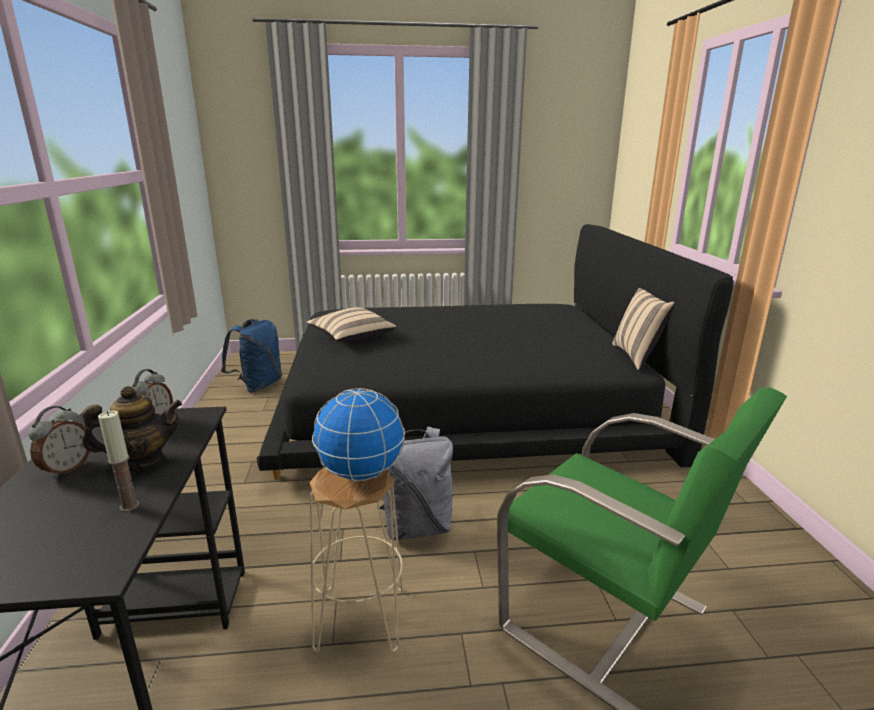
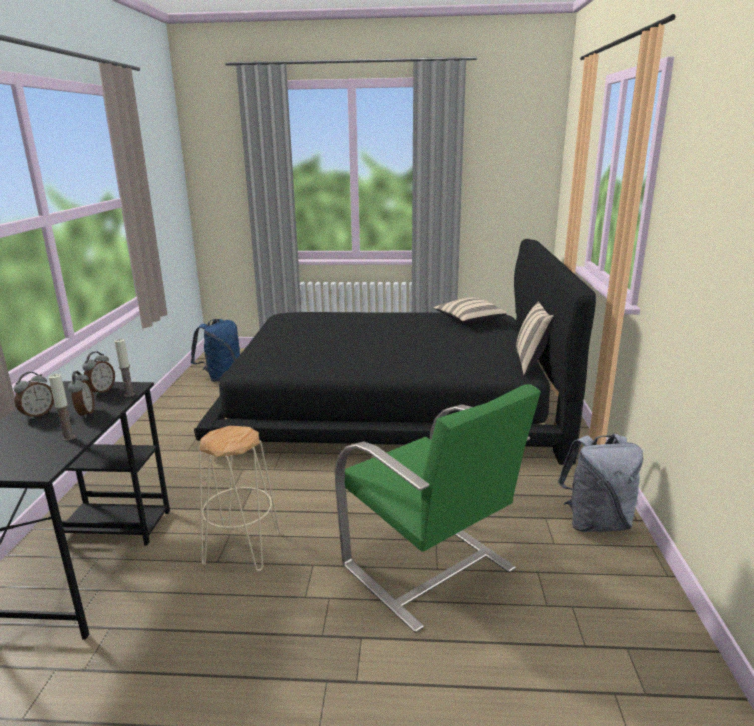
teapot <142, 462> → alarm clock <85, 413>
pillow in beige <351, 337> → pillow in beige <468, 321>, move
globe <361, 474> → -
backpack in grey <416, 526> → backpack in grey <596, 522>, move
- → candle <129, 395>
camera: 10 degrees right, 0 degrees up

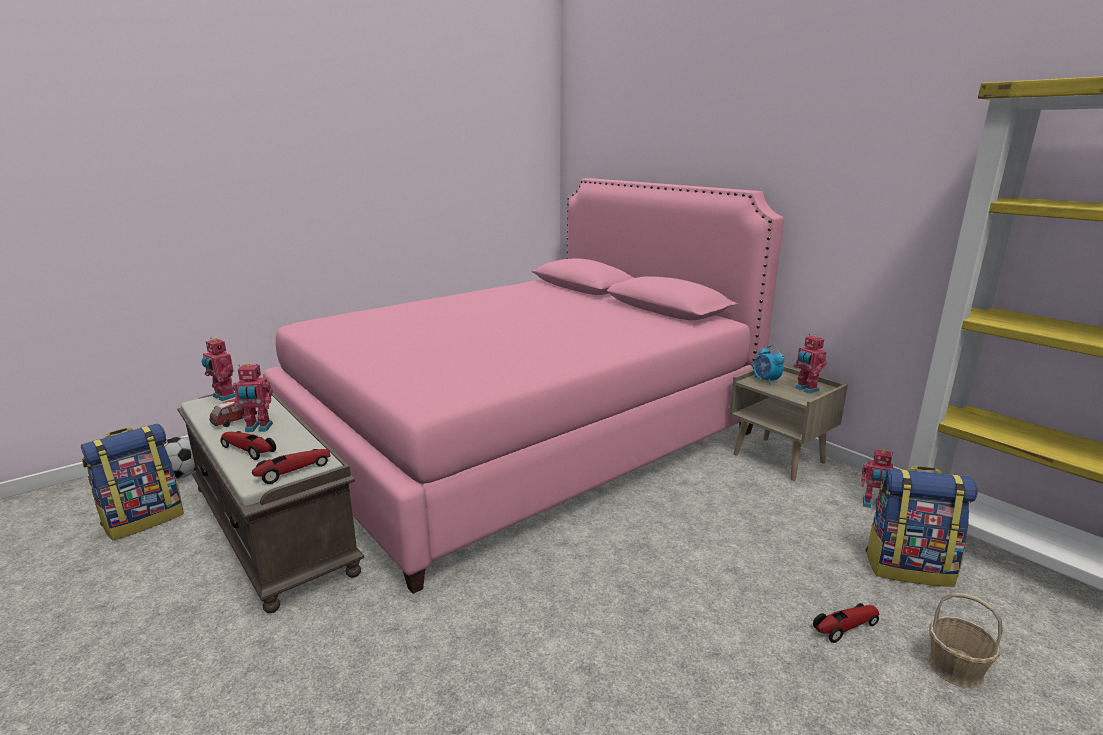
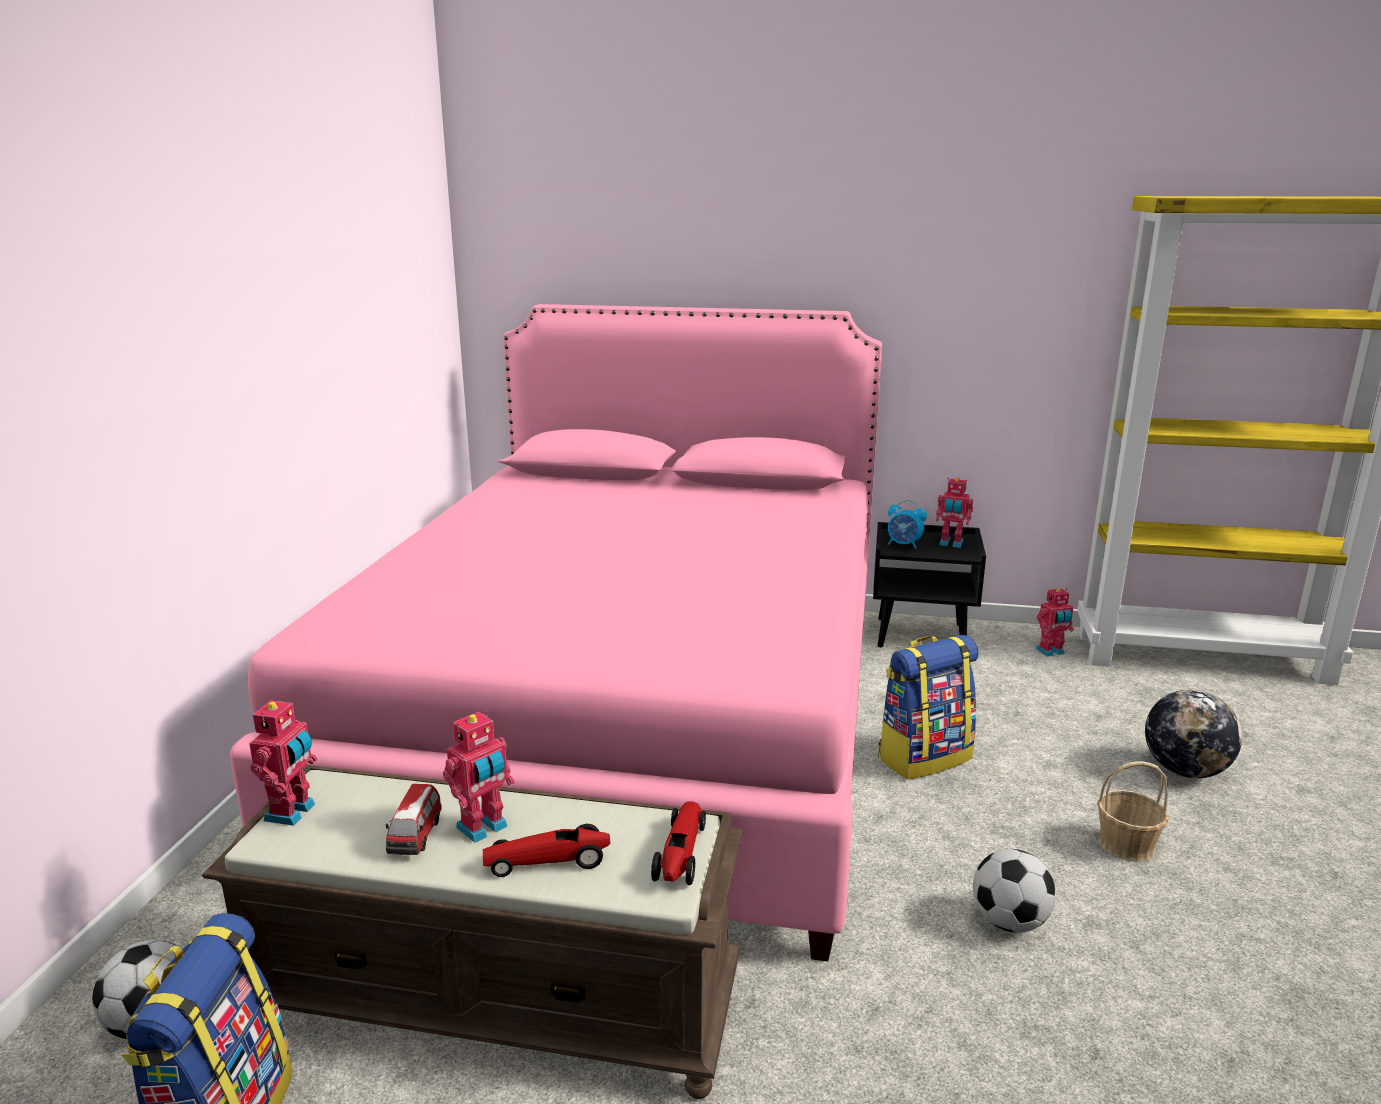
toy robot <223, 397> → toy robot <293, 813>, 75 degrees counterclockwise
nightstand in beige <779, 458> → nightstand in black <921, 635>
toy car <845, 627> → globe <1184, 771>
backpack <908, 568> → backpack <923, 757>, move
basket <955, 668> → basket <1127, 845>, move
- → football <1010, 922>
camera: 40 degrees left, 0 degrees up

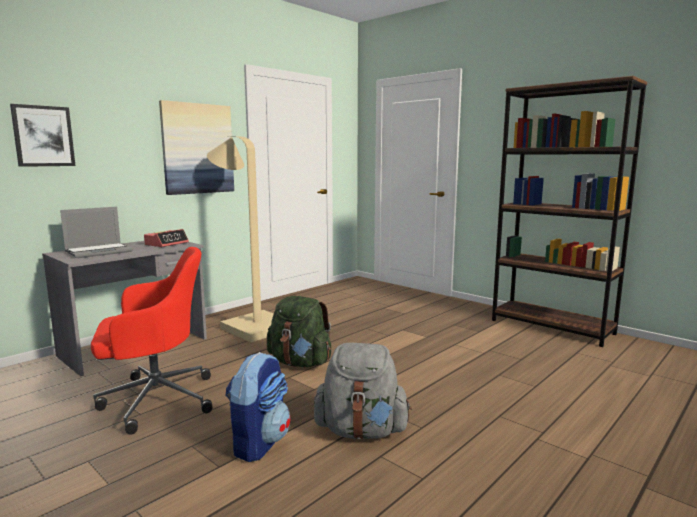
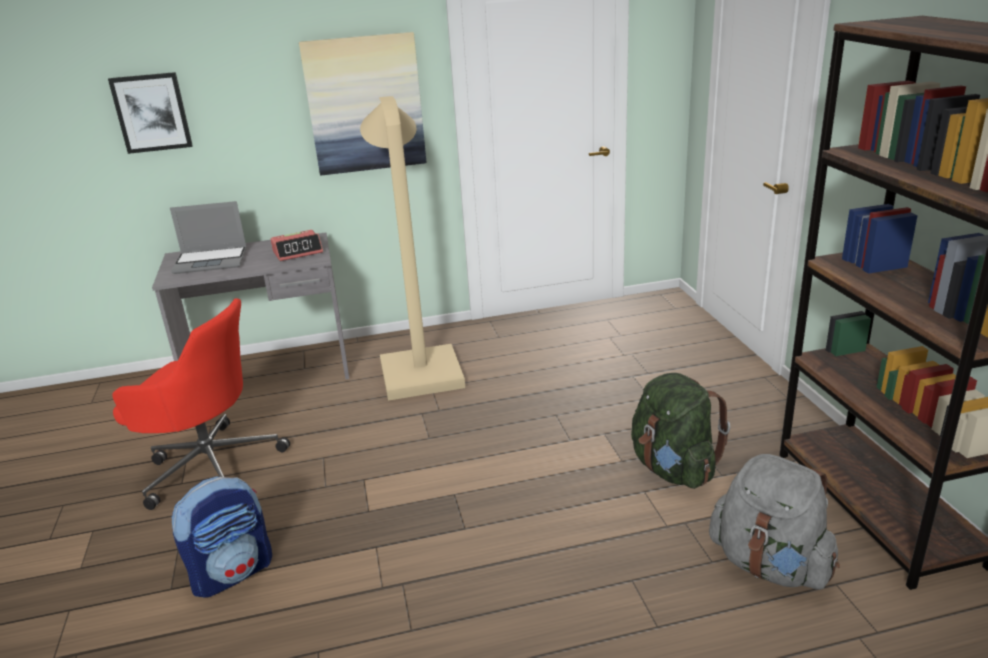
backpack in green <300, 363> → backpack in green <673, 469>, move
backpack in grey <361, 431> → backpack in grey <770, 565>, move
camera: 35 degrees right, 15 degrees up

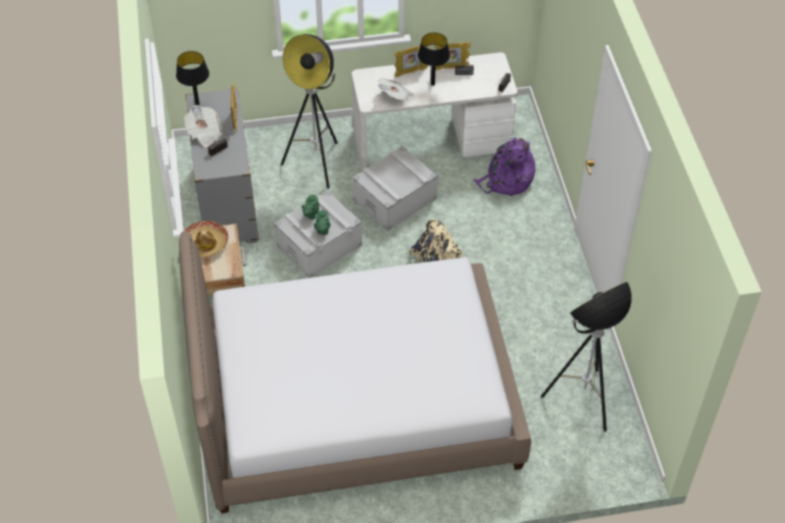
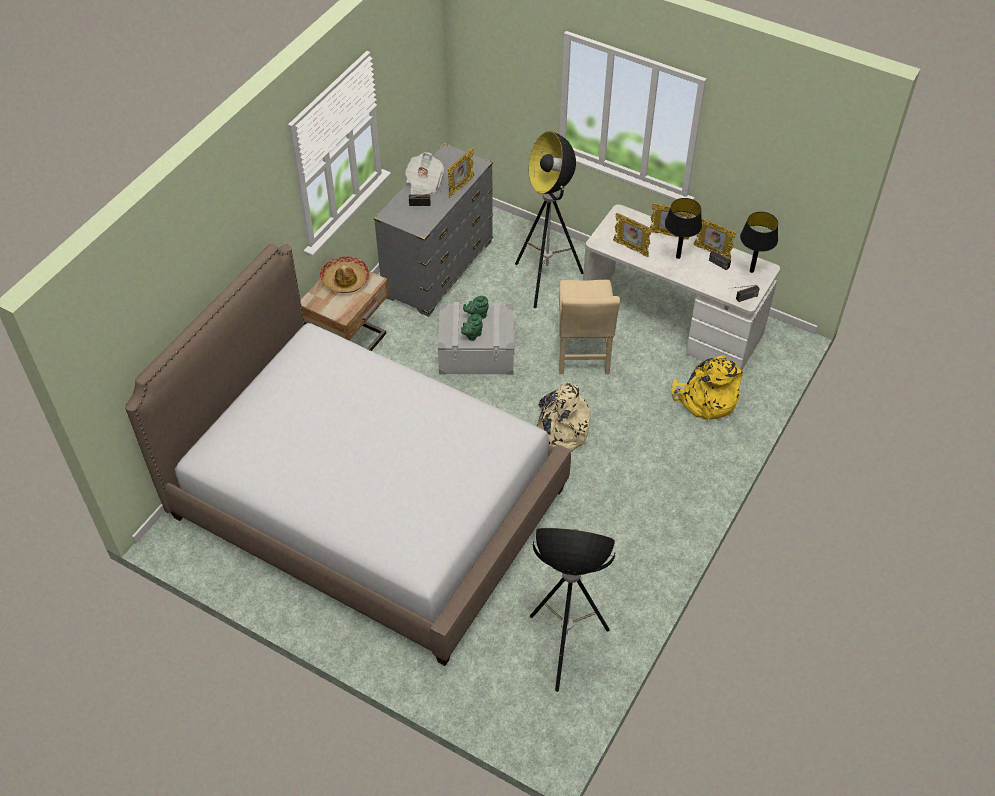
table lamp in black <197, 104> → table lamp in black <751, 271>, move
storage box in grey <395, 199> → chair in beige <583, 353>
newspaper <395, 96> → picture frame <631, 248>
backpack in purple <506, 180> → backpack in yellow <705, 399>
camera: 40 degrees right, 0 degrees up

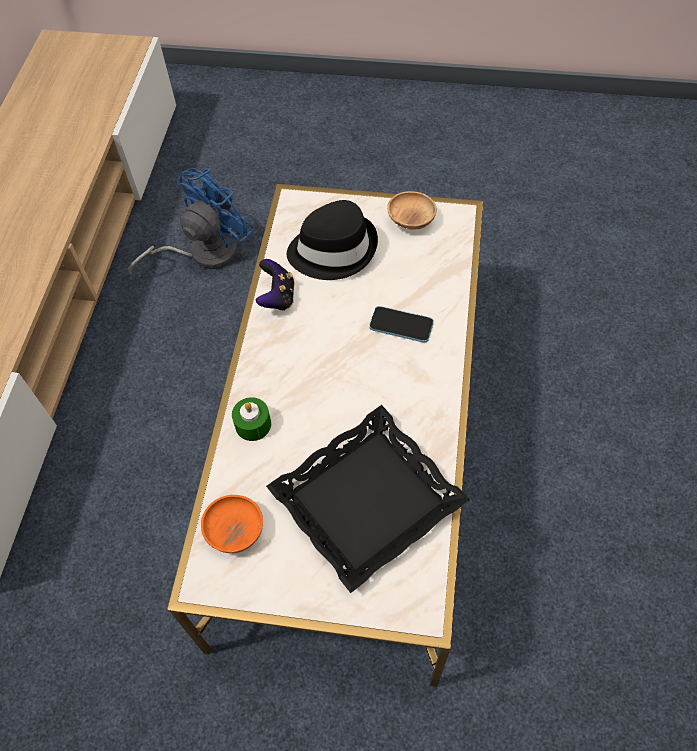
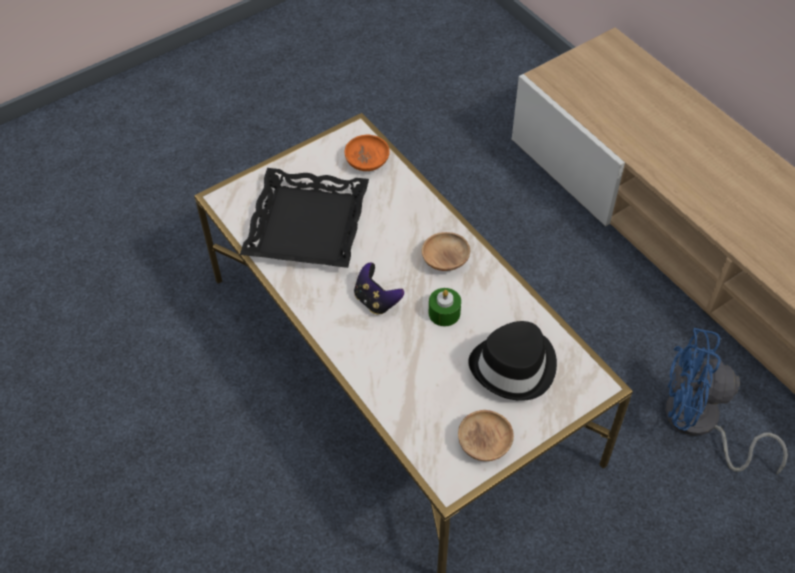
fan in blue <203, 253> → fan in blue <699, 424>, 105 degrees clockwise
candle in green <253, 424> → candle in green <444, 313>, move
game controller <277, 297> → game controller <376, 300>, move
phone <401, 325> → -
- → bowl in brown <445, 260>
camera: 135 degrees right, 5 degrees down

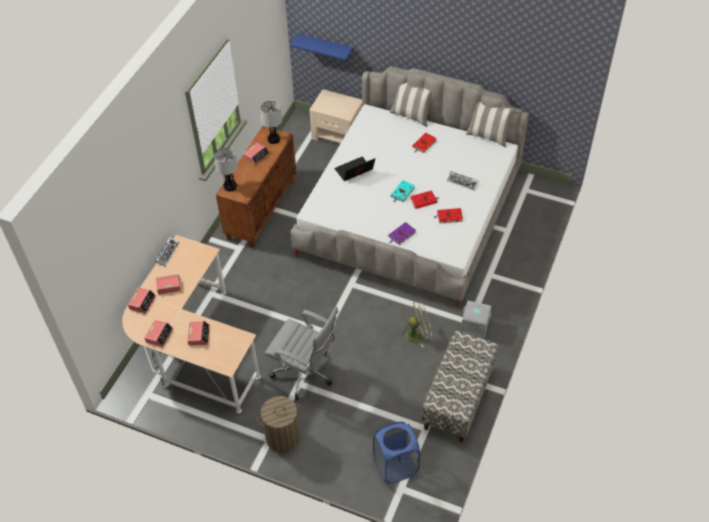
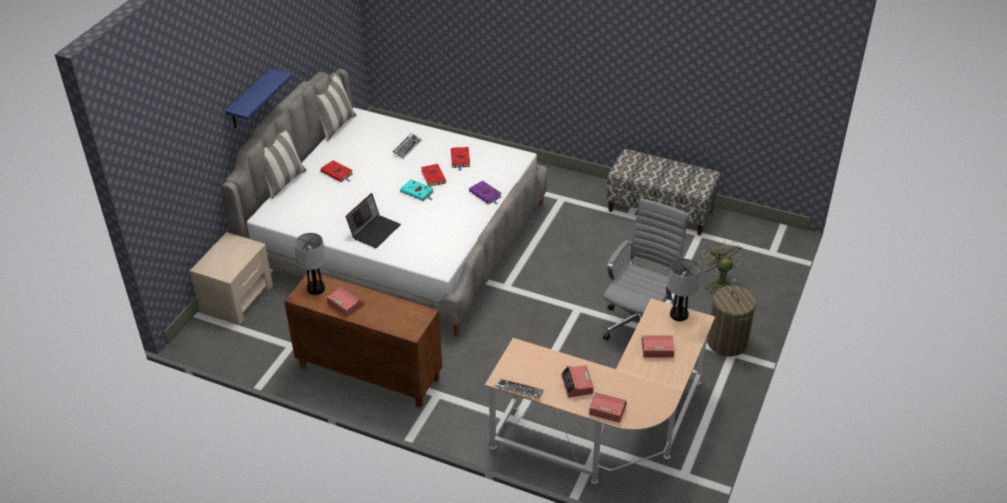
alarm clock <159, 335> → -
table lamp <230, 186> → table lamp <679, 315>, move
shelf in blue <325, 48> → shelf in blue <250, 100>, move
laptop <354, 171> → laptop <374, 230>, 120 degrees counterclockwise
laundry basket in blue <395, 466> → -
fan in green <417, 335> → fan in green <718, 283>, move
storage box in grey <474, 327> → -
camera: 90 degrees left, 10 degrees down

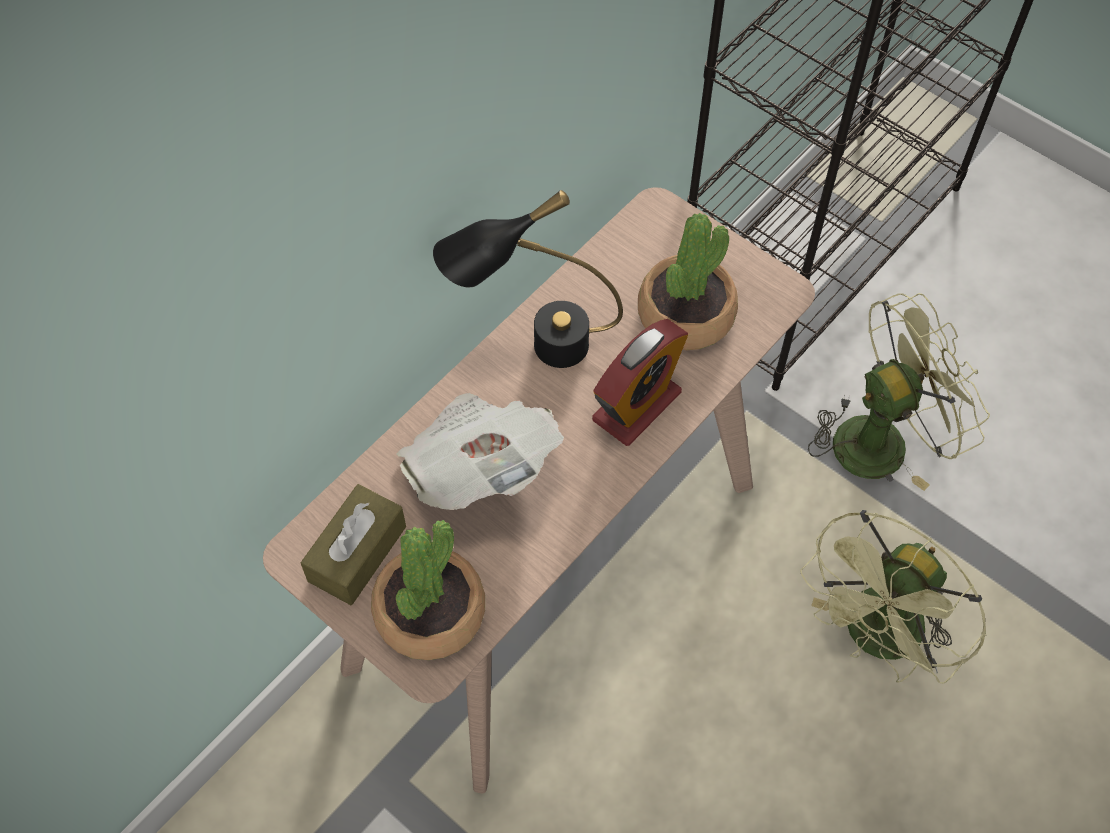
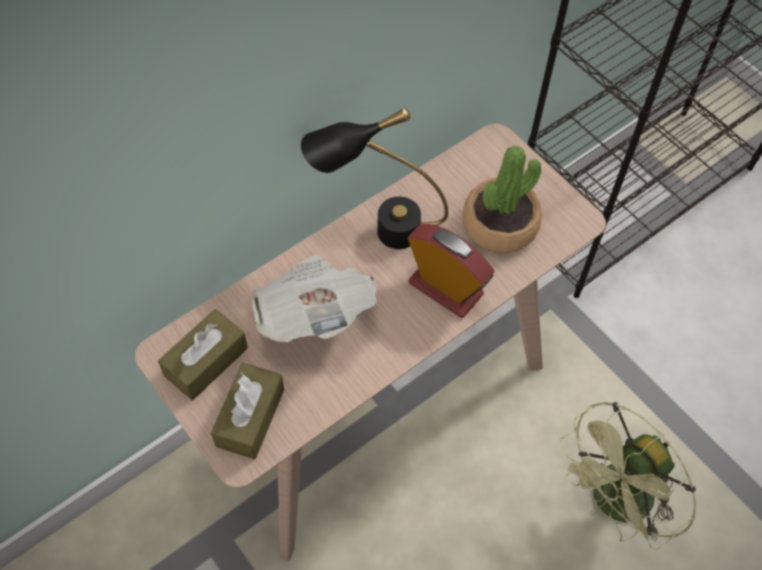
potted plant <430, 612> → tissue box in brown <250, 417>
alarm clock <636, 406> → alarm clock <445, 288>, 105 degrees counterclockwise
fan in green <882, 439> → -
camera: 10 degrees right, 0 degrees up

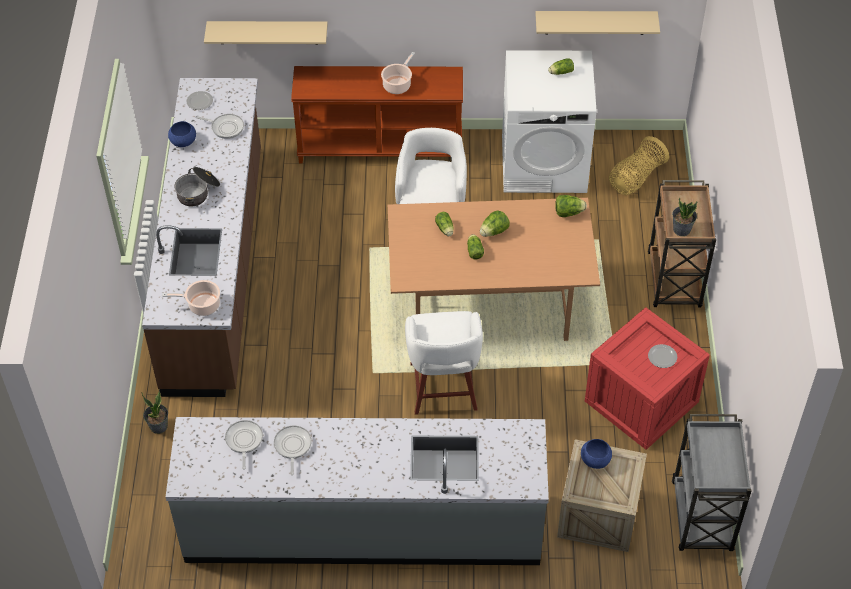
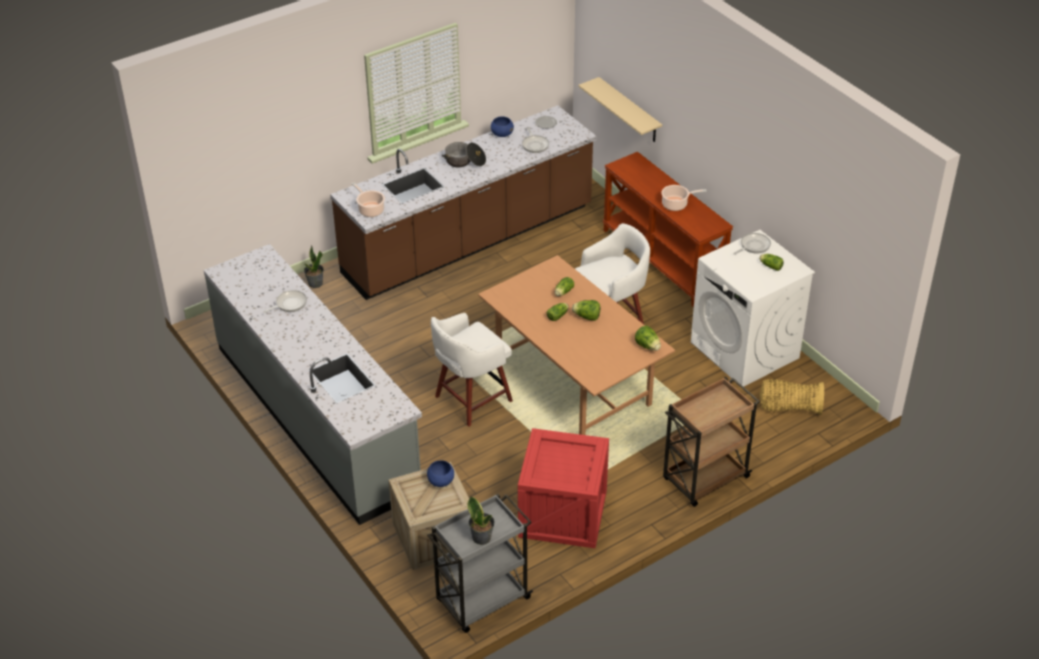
frying pan <244, 441> → frying pan <753, 246>, move
shelf in beige <595, 22> → -
plate <661, 357> → -
potted plant <681, 229> → potted plant <482, 537>, move
camera: 55 degrees right, 10 degrees down

